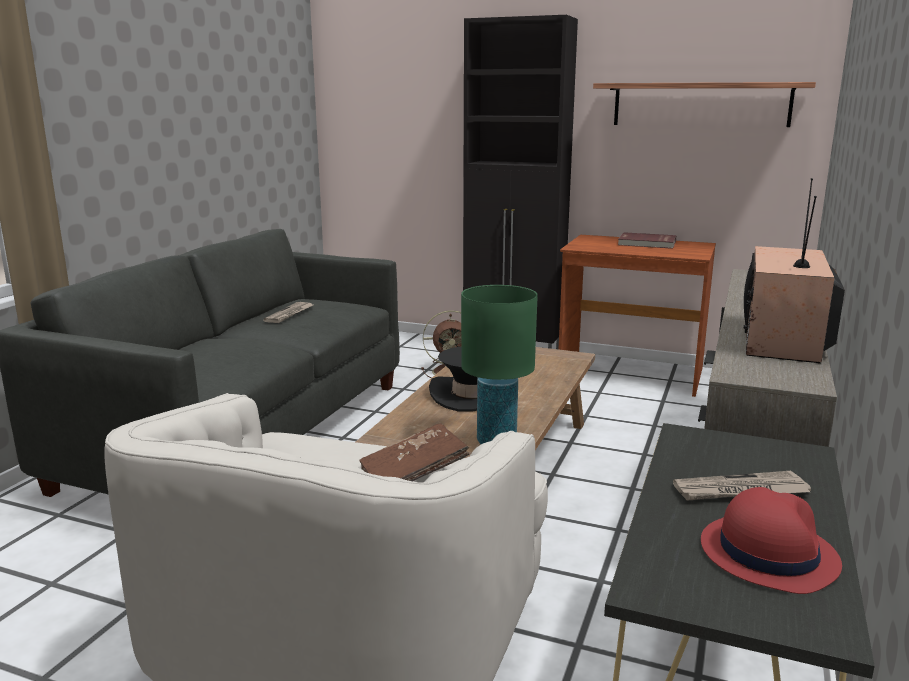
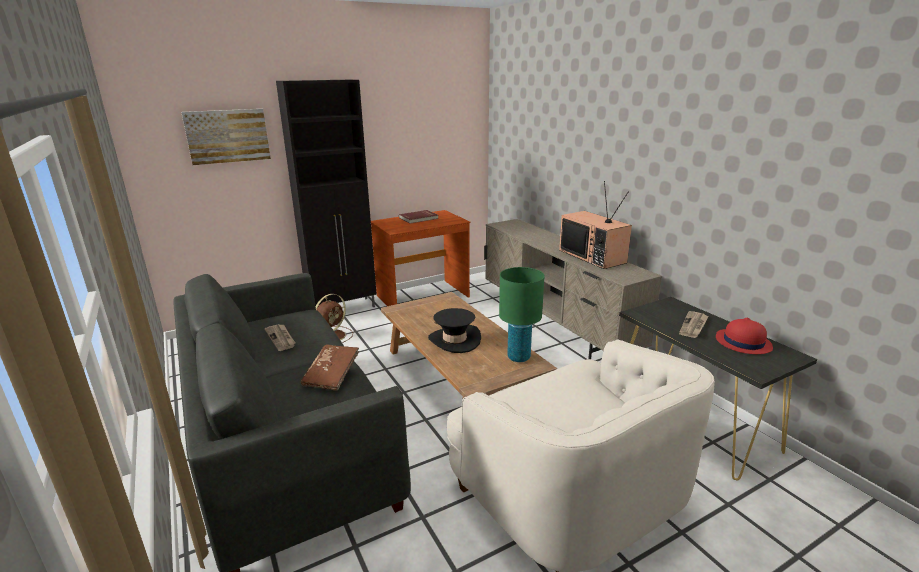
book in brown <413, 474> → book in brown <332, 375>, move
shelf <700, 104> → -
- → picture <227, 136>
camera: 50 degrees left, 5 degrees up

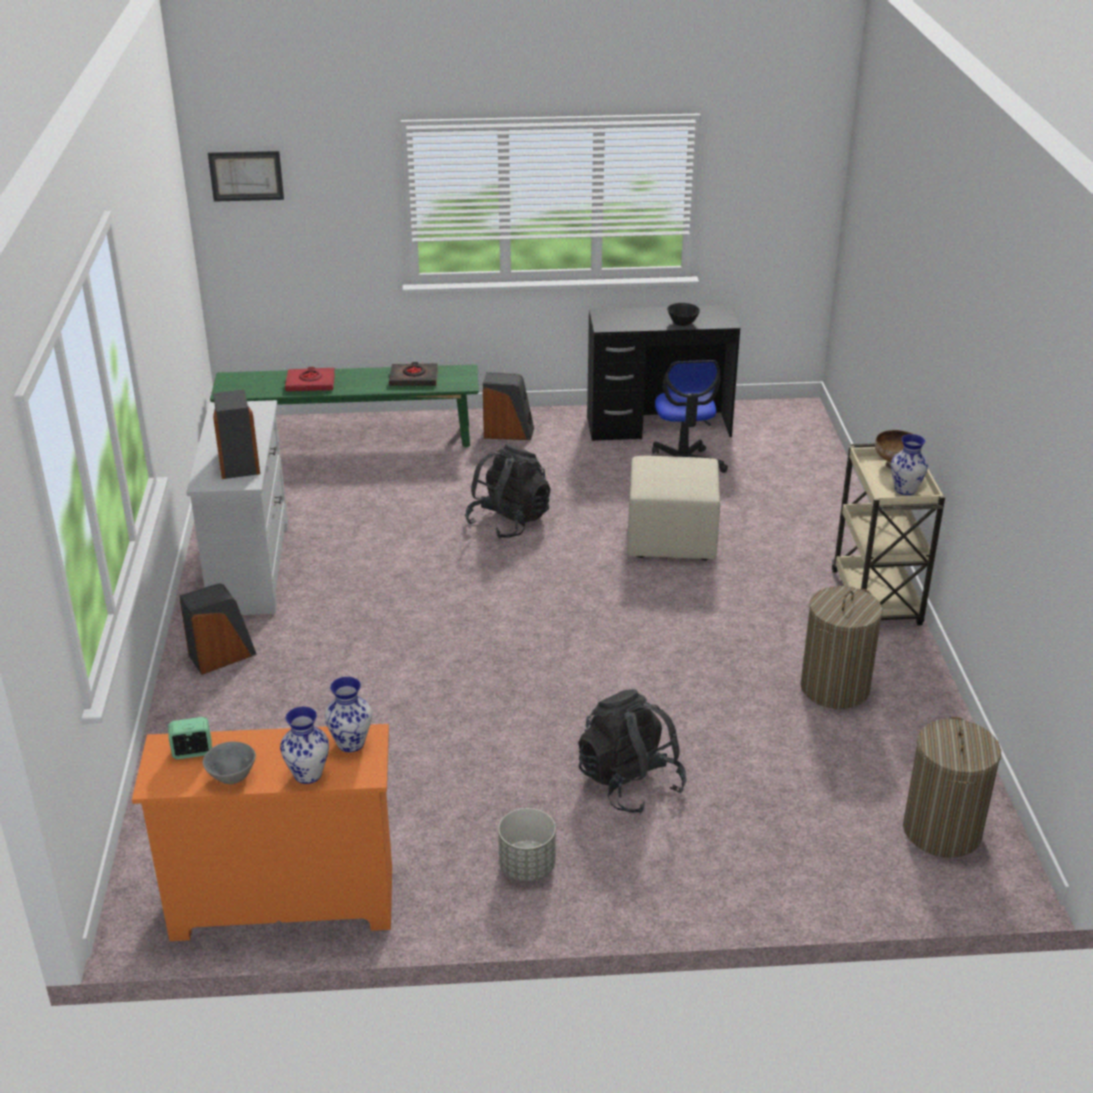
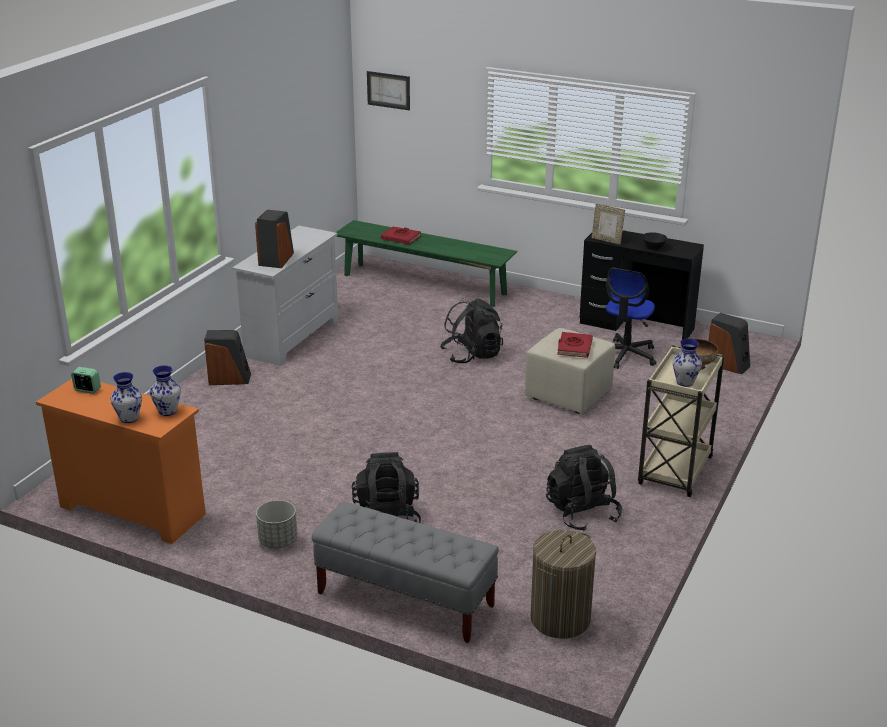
bowl in grey <231, 775> → -
book in black <414, 378> → -
speaker <508, 432> → speaker <727, 364>, move
laundry basket <834, 688> → backpack in black <582, 513>
- → bench in grey <405, 600>
- → book in red <574, 348>
- → picture frame <607, 240>
camera: 30 degrees right, 5 degrees down

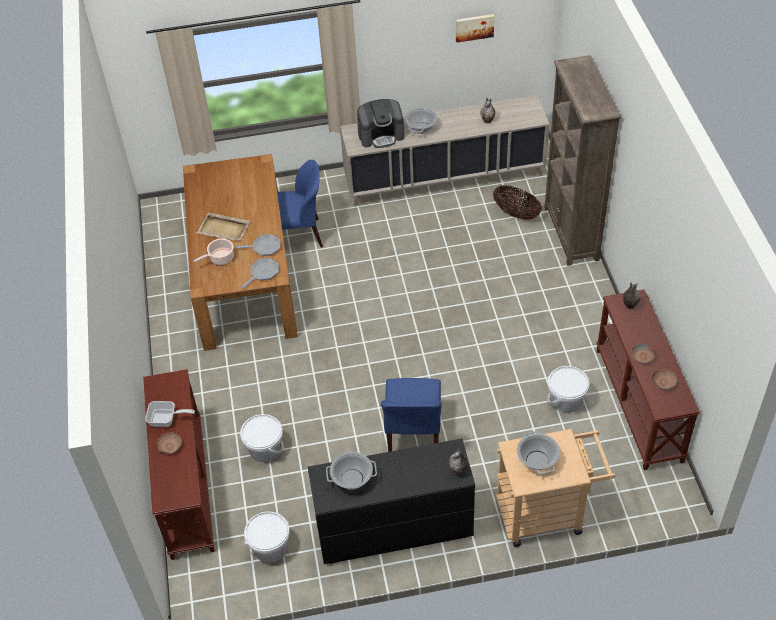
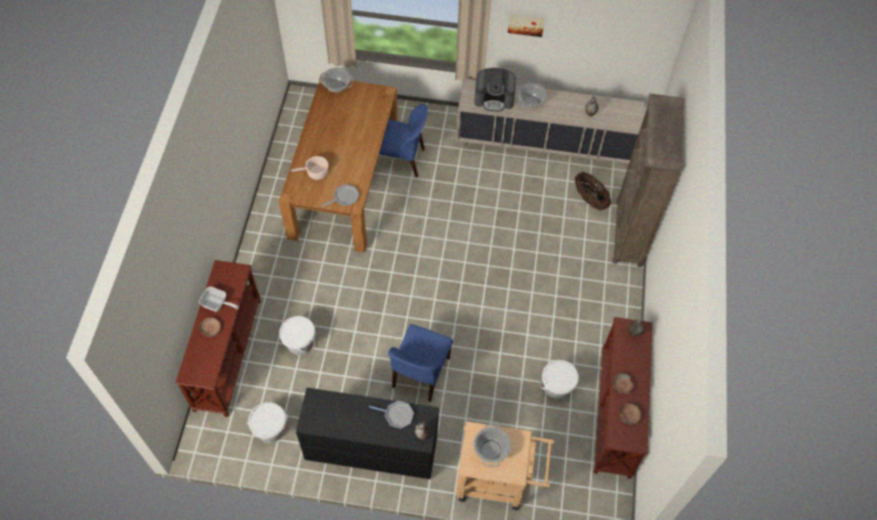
tray in beige <224, 228> → -
frying pan <264, 247> → frying pan <397, 415>, move
cooking pot <352, 478> → cooking pot <337, 86>, move
picture <474, 27> → picture <526, 24>, move
camera: 15 degrees right, 10 degrees up

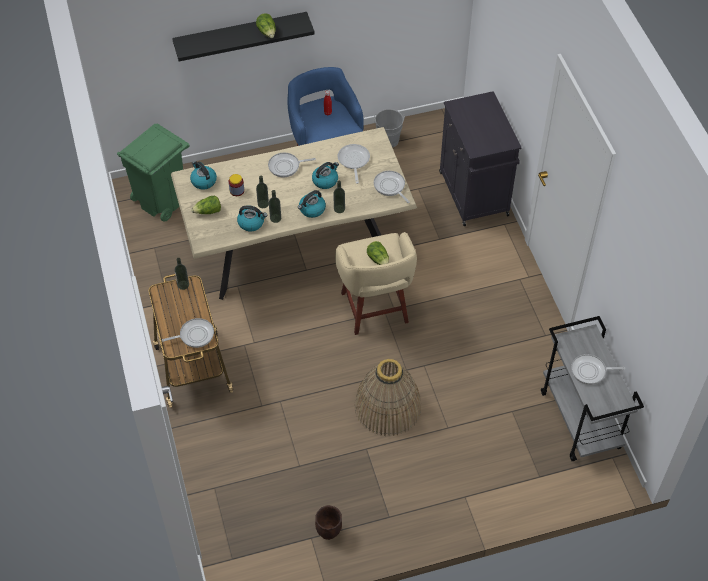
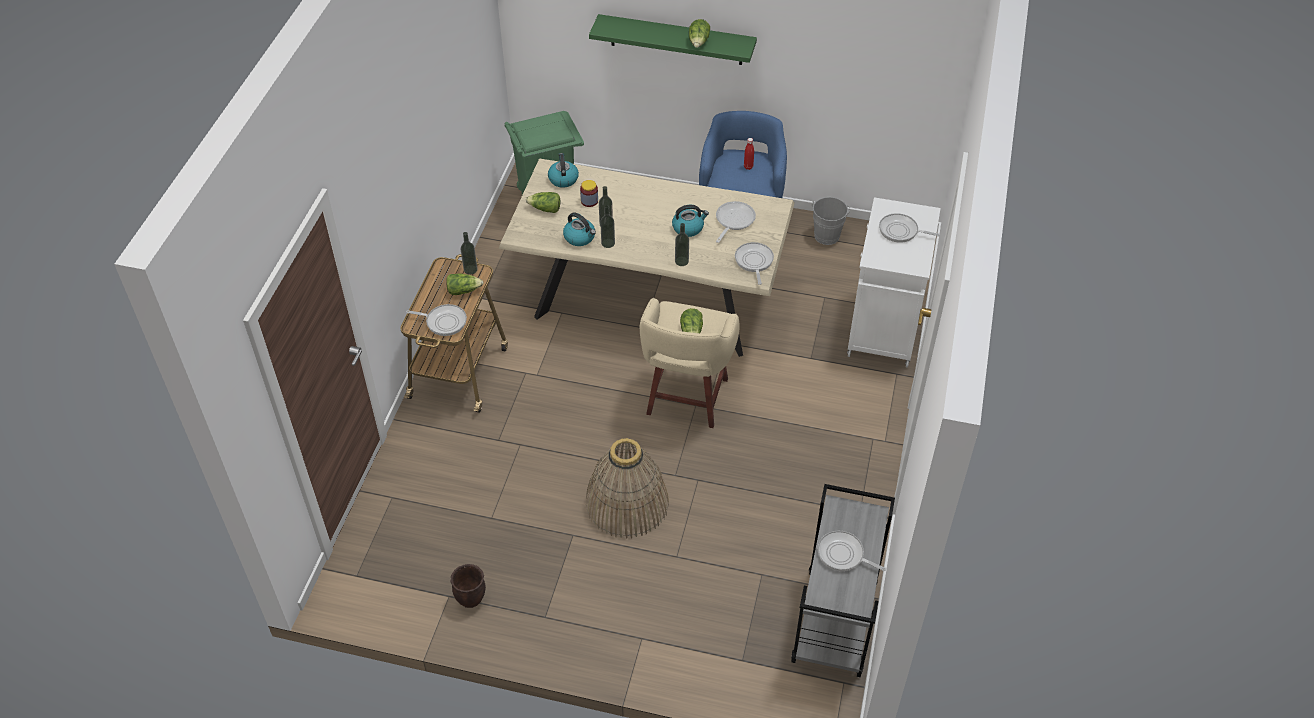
shelf in black <241, 35> → shelf in green <676, 40>
frying pan <286, 166> → frying pan <901, 231>, move
kettle <312, 209> → -
cabinet in black <474, 195> → cabinet in white <883, 330>
- → lettuce <463, 290>
camera: 30 degrees right, 5 degrees down

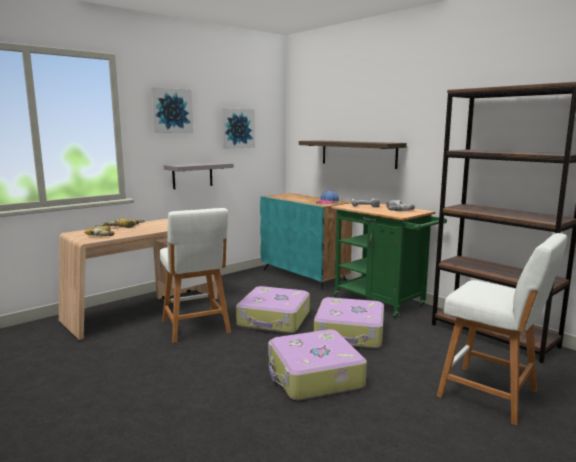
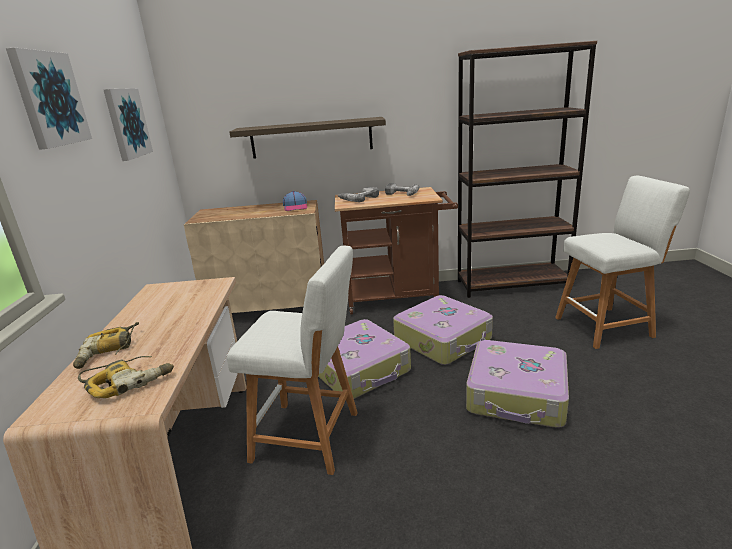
shelf in grey <192, 175> → -
cabinet in turquoise <304, 275> → cabinet in beige <271, 308>
cart in green <383, 303> → cart in brown <398, 298>
camera: 50 degrees left, 10 degrees up

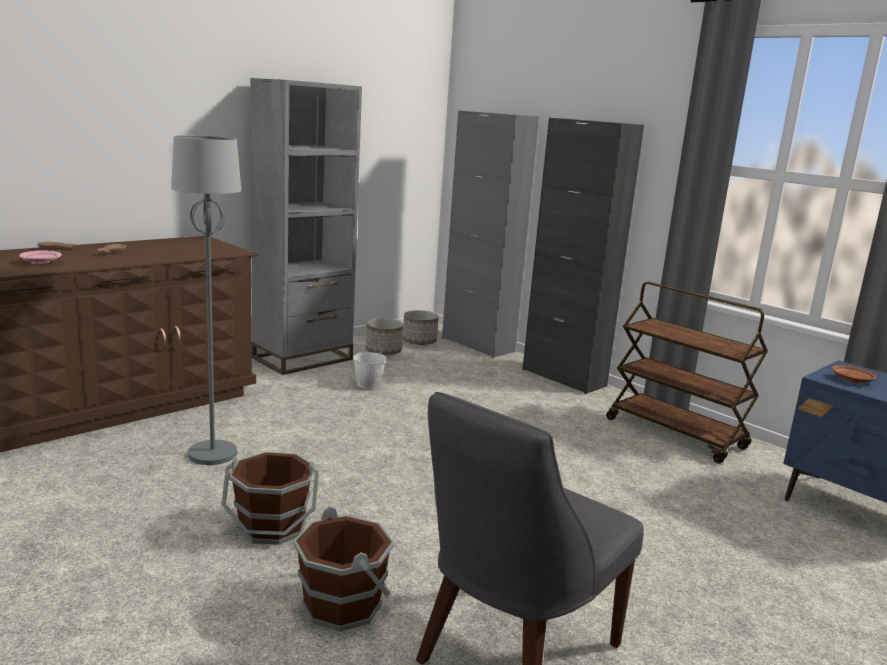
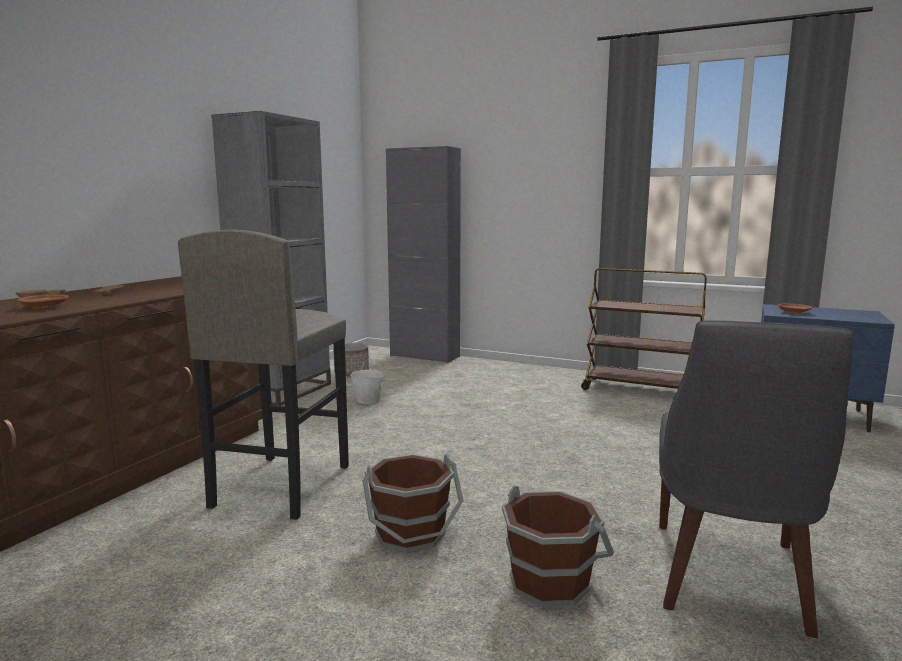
plate in pink <41, 262> → plate in brown <44, 307>
floor lamp in grey <212, 454> → stool in grey <280, 486>
planter <419, 342> → -
cabinet in black <563, 378> → -
camera: 20 degrees left, 5 degrees down

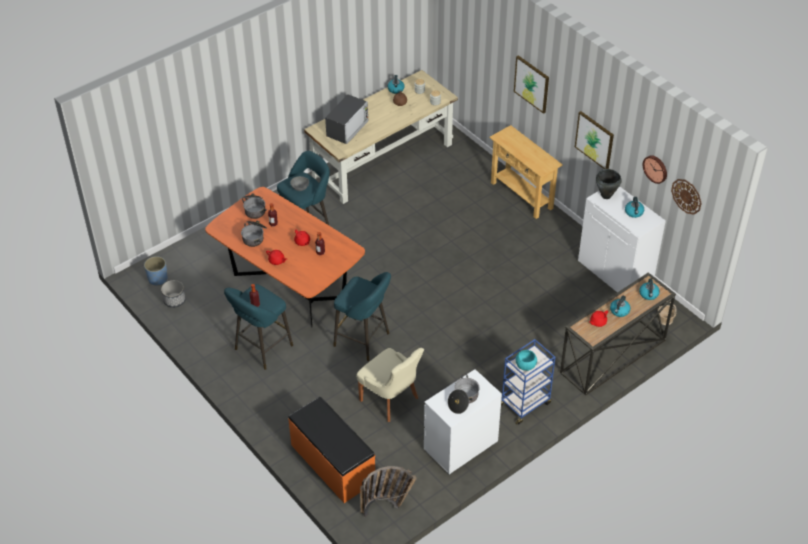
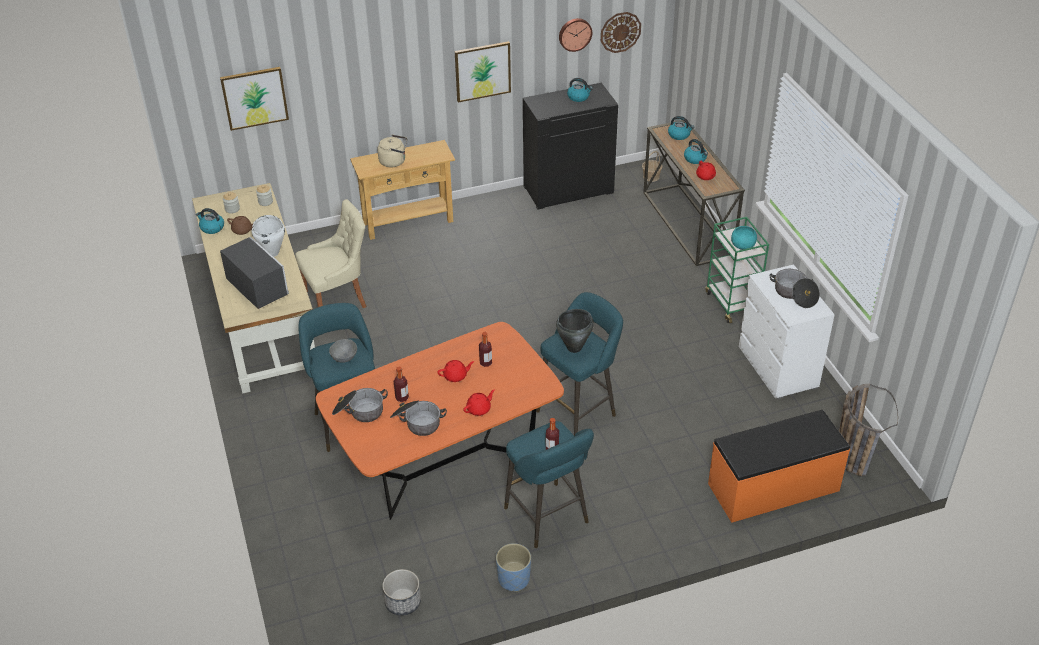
planter in blue <157, 279> → planter in blue <513, 579>, move
chair in beige <391, 400> → chair in beige <338, 299>, move
cart in blue <524, 404> → cart in green <732, 303>
picture <532, 84> → picture <254, 98>, move
cabinet in white <616, 272> → cabinet in black <568, 189>
cooking pot in black <606, 196> → cooking pot in black <574, 348>, move
- → cooking pot in white <272, 252>
- → kettle in beige <394, 161>
camera: 70 degrees left, 5 degrees down

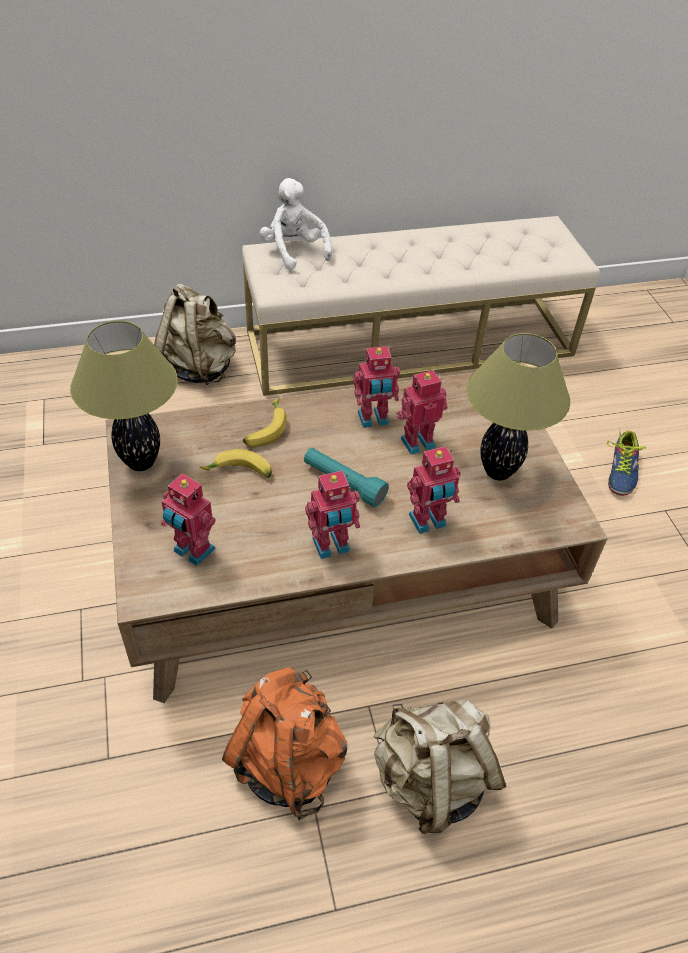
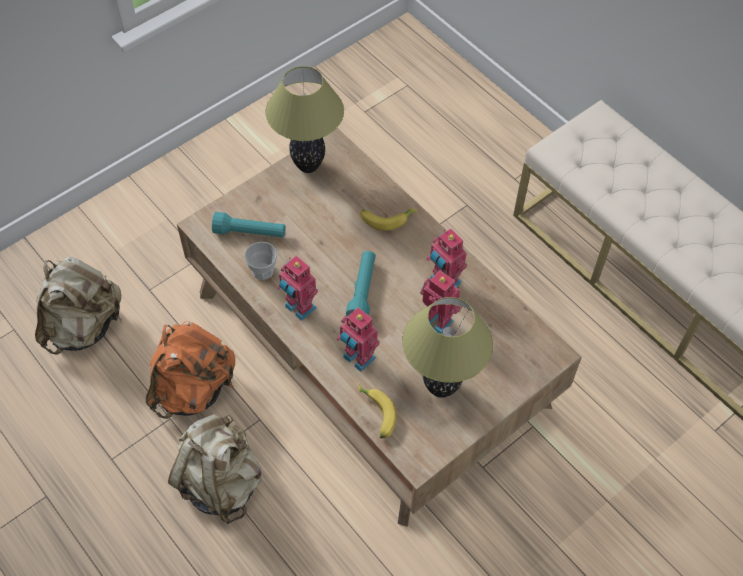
backpack in beige <199, 367> → backpack in beige <84, 326>, move
toy robot <192, 551> → flashlight in turquoise <250, 233>
banana <239, 473> → banana <375, 414>, move
plush toy in white <294, 251> → -
shoe <622, 471> → -
- → cup <263, 271>
camera: 65 degrees right, 10 degrees up

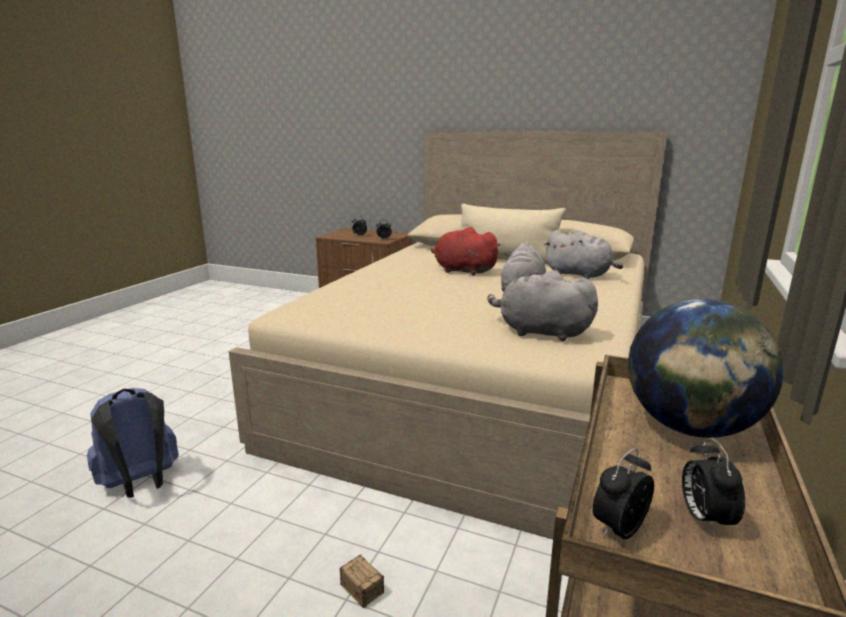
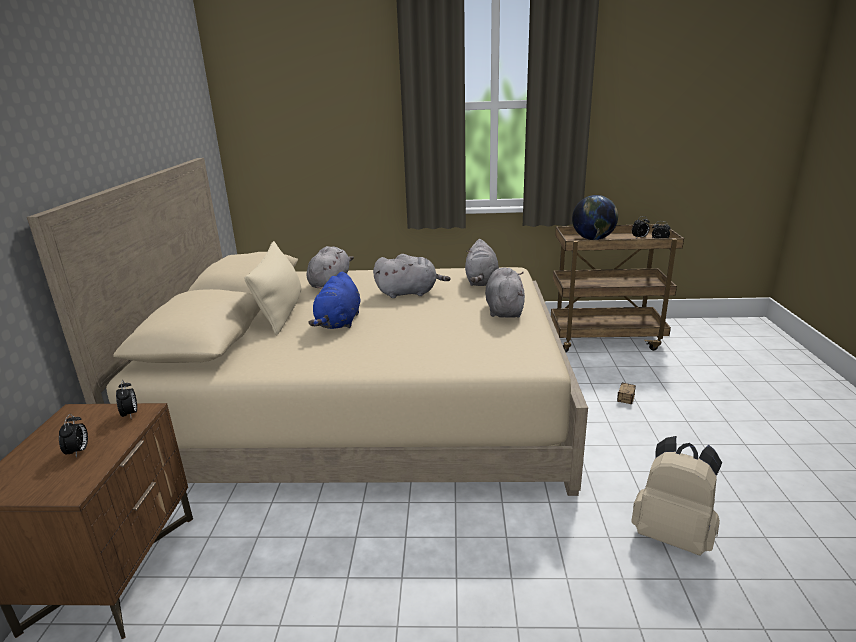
backpack in blue <141, 484> → backpack in beige <672, 535>
plush toy in red <462, 271> → plush toy in blue <339, 322>
- → plush toy in grey <504, 310>
camera: 110 degrees left, 5 degrees up

